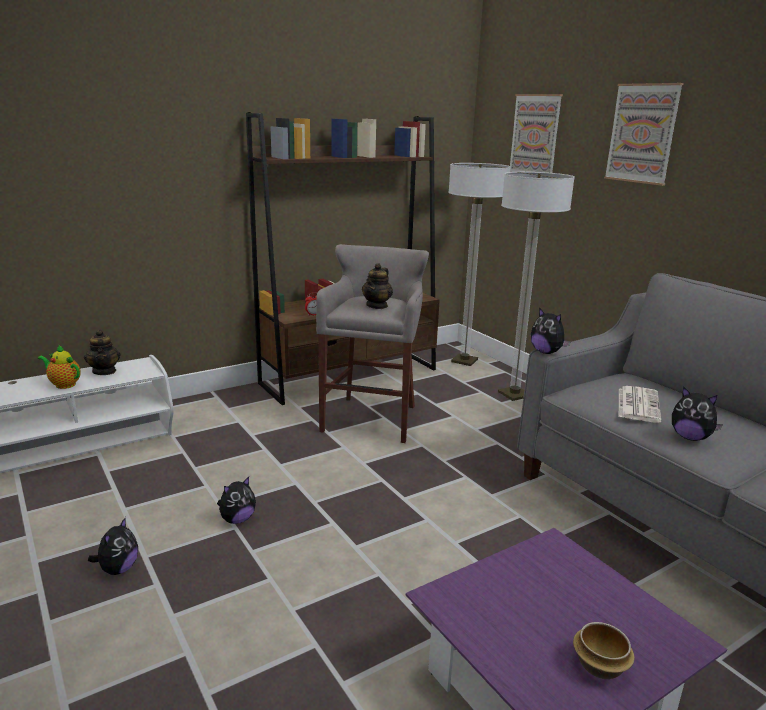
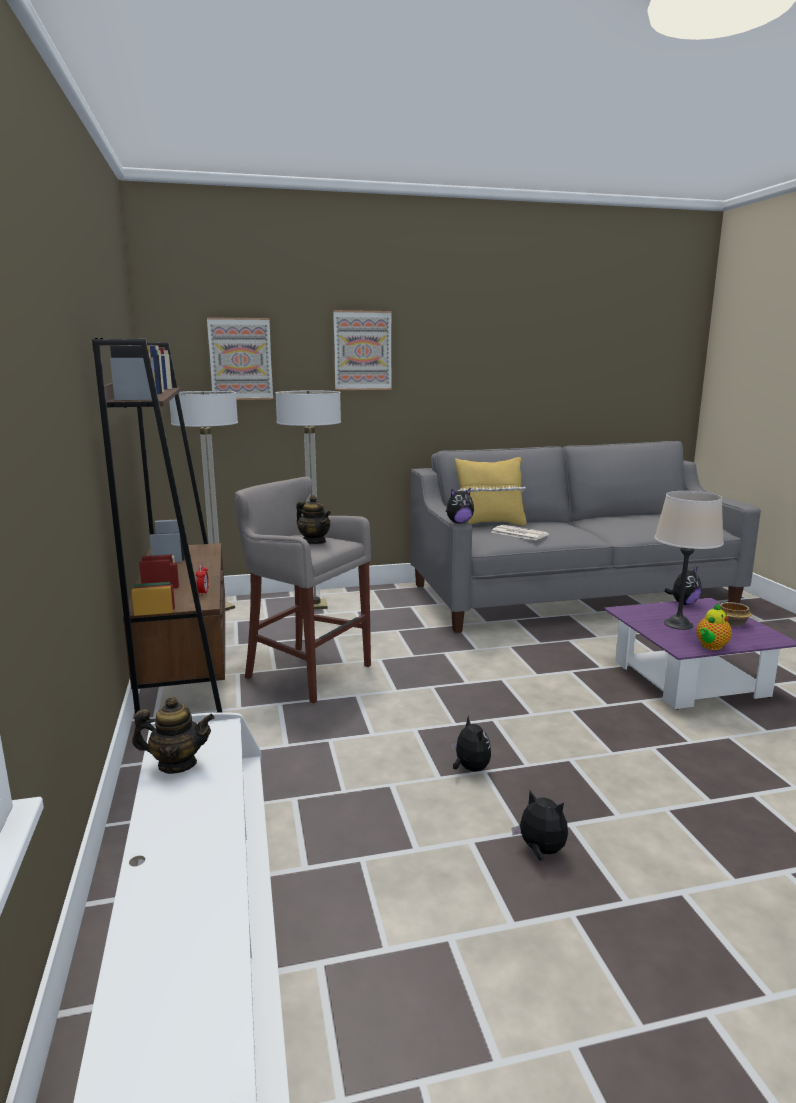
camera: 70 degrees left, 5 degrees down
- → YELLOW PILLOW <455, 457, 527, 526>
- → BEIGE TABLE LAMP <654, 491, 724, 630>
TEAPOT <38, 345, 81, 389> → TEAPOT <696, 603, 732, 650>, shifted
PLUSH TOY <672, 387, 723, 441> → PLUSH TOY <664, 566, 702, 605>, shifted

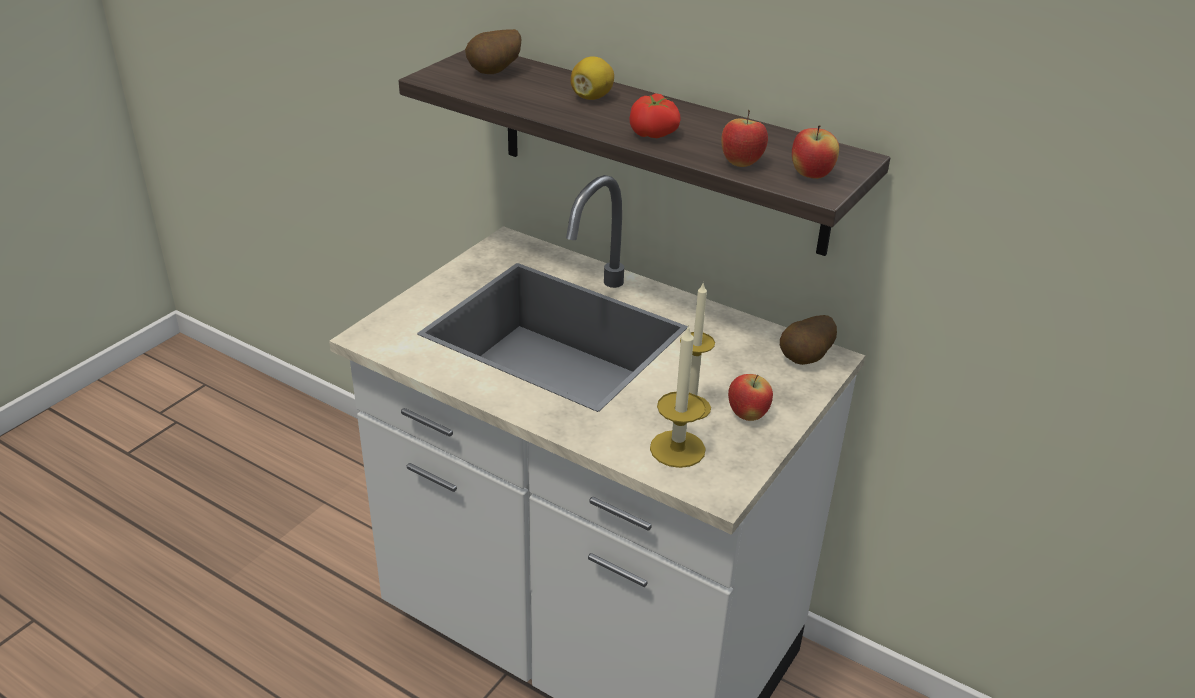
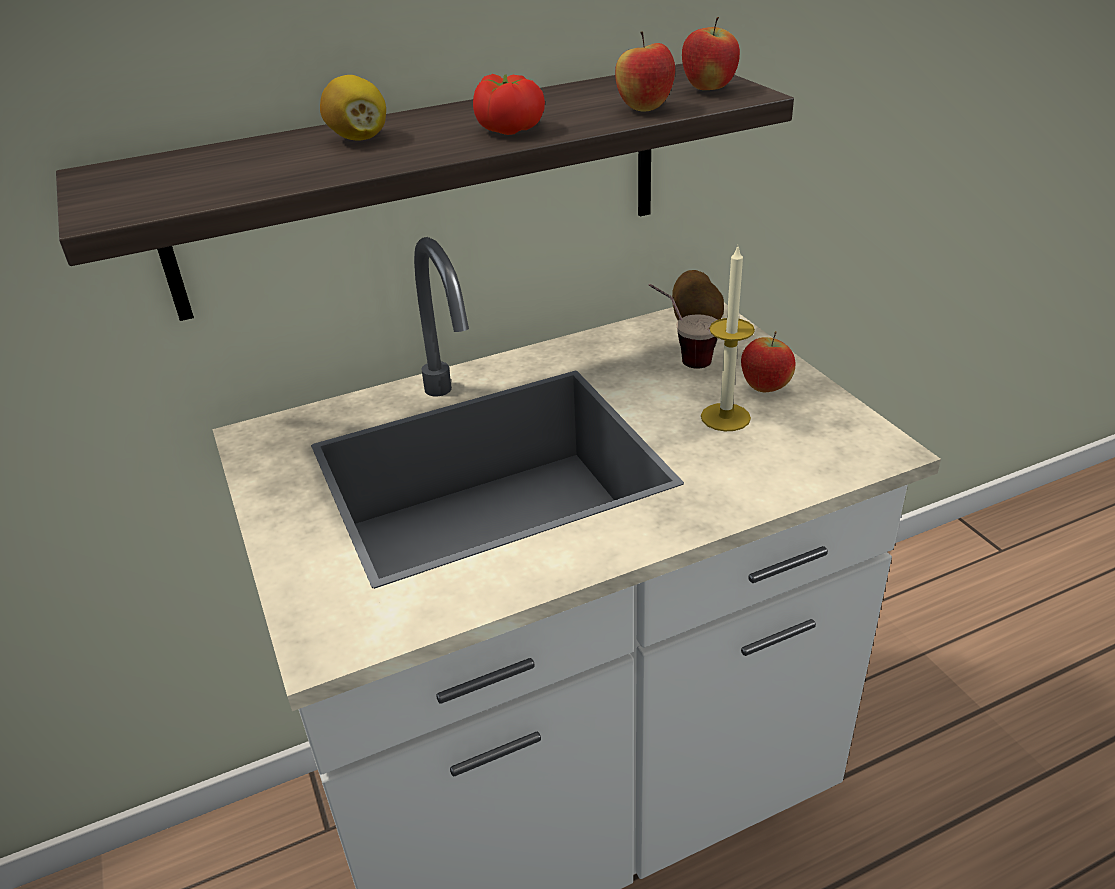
camera: 55 degrees left, 0 degrees up
POTATO <465, 29, 521, 74> → -
CANDLE <650, 325, 706, 468> → -
- → CUP <648, 283, 718, 369>

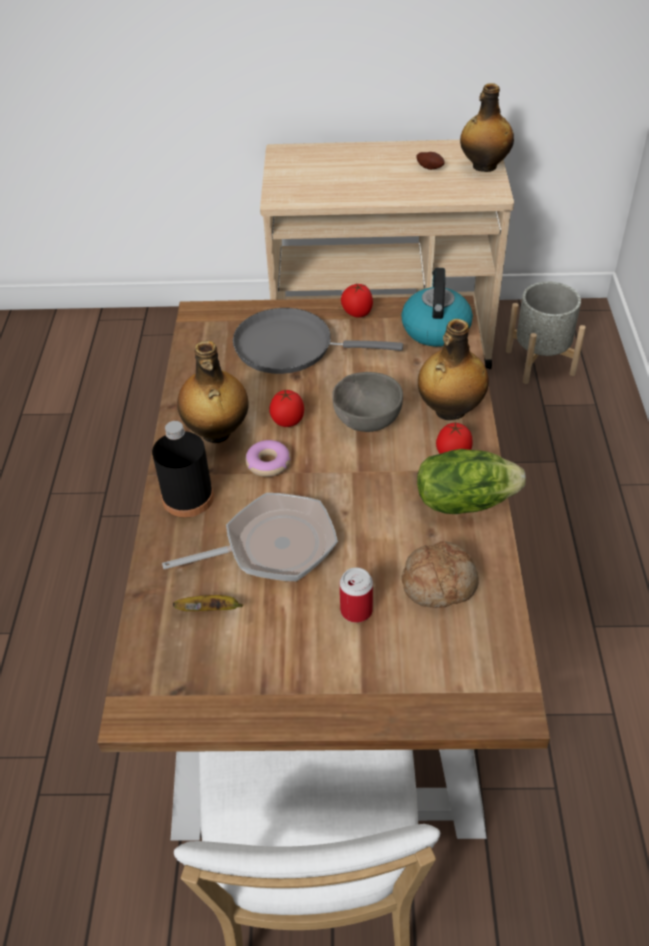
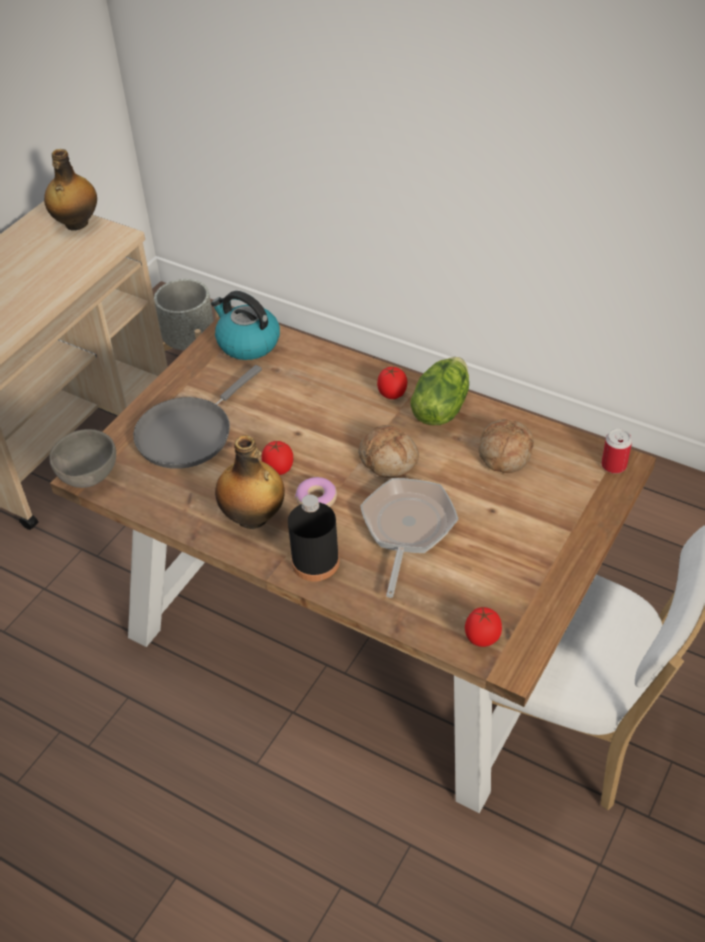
camera: 60 degrees left, 0 degrees up
BANANA <173, 595, 243, 611> → -
POTATO <416, 152, 445, 170> → -
BOTTLE <418, 319, 489, 420> → -
- → BREAD <358, 425, 419, 478>
GREY BOWL <332, 372, 403, 432> → GREY BOWL <49, 429, 116, 488>, shifted
CAN <340, 567, 373, 623> → CAN <601, 429, 632, 474>, shifted
TOMATO <341, 283, 373, 317> → TOMATO <465, 607, 502, 647>, shifted

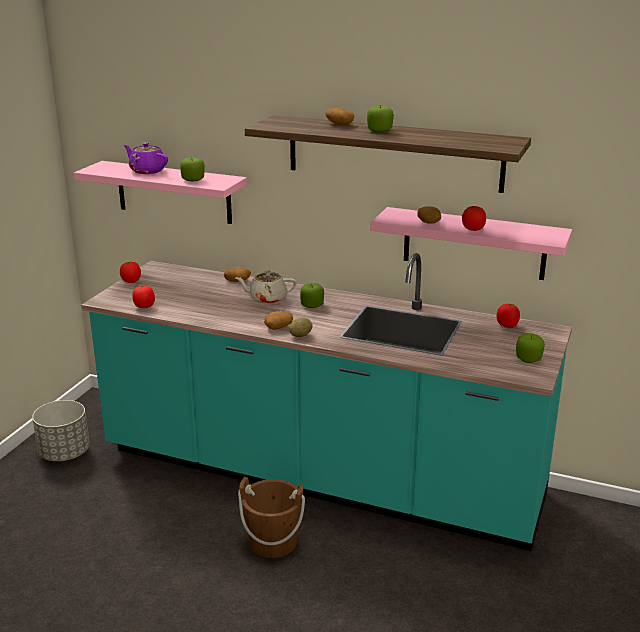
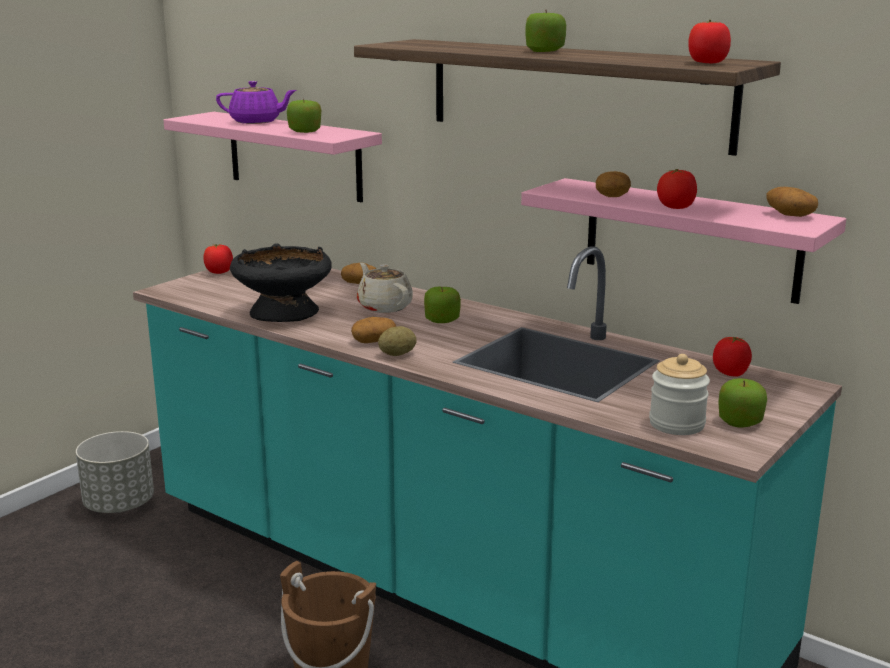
camera: 15 degrees right, 5 degrees down
- → BLACK BOWL <230, 243, 332, 322>
- → JAR <649, 354, 710, 435>
TOMATO <133, 285, 155, 308> → TOMATO <688, 20, 731, 63>, shifted
POTATO <326, 108, 354, 125> → POTATO <766, 187, 818, 217>, shifted
PURPLE TEAPOT <124, 142, 168, 174> → PURPLE TEAPOT <216, 81, 297, 124>, 135 degrees clockwise
BEIGE TEAPOT <236, 270, 297, 304> → BEIGE TEAPOT <357, 263, 413, 313>, 45 degrees clockwise

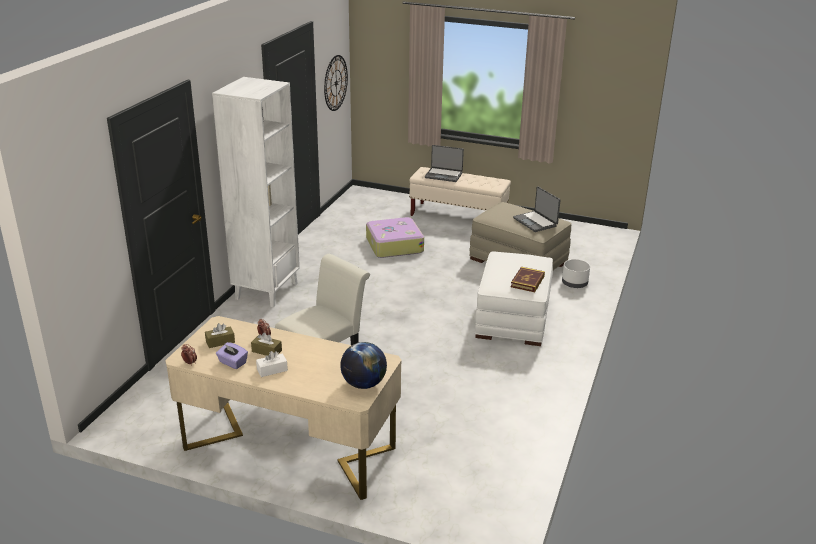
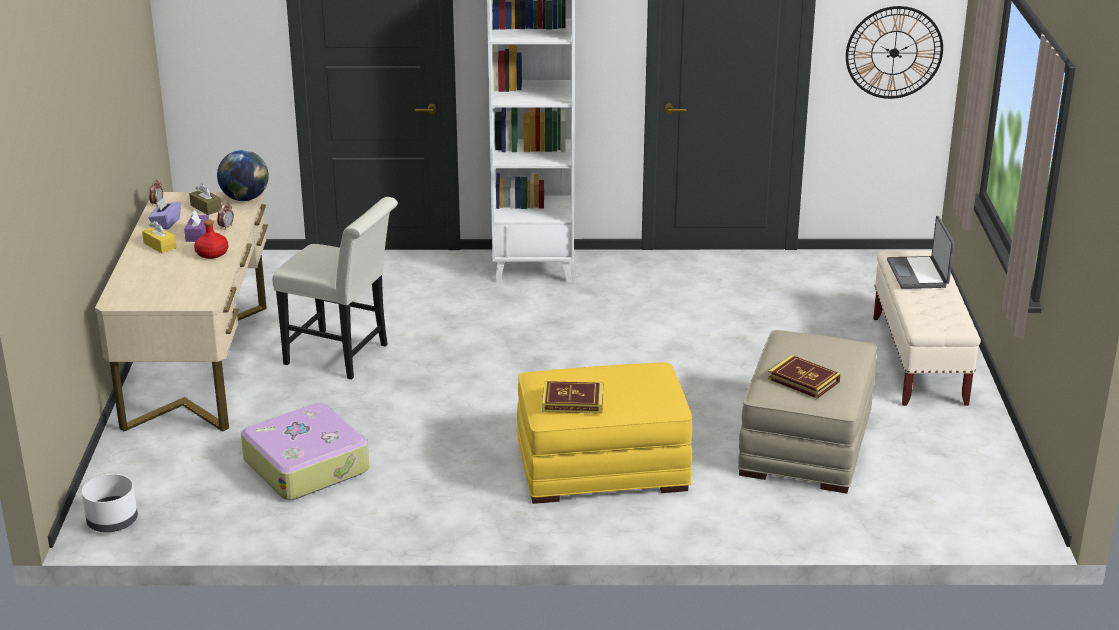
camera: 70 degrees right, 0 degrees up
- → RED BOTTLE <194, 219, 228, 259>
GLOBE <340, 342, 387, 389> → GLOBE <217, 150, 269, 201>, shifted
SUITCASE <366, 217, 424, 258> → SUITCASE <241, 403, 369, 500>, shifted
WHITE PLANTER <562, 259, 590, 288> → WHITE PLANTER <82, 474, 138, 532>, shifted
LAPTOP <513, 186, 560, 232> → BOOK <768, 355, 841, 399>
BROWN TISSUE BOX <251, 332, 282, 356> → PURPLE TISSUE BOX <184, 209, 209, 242>
WHITE TISSUE BOX <256, 351, 288, 377> → YELLOW TISSUE BOX <142, 221, 177, 253>
WHITE OTTOMAN <475, 252, 553, 346> → YELLOW OTTOMAN <517, 362, 692, 504>

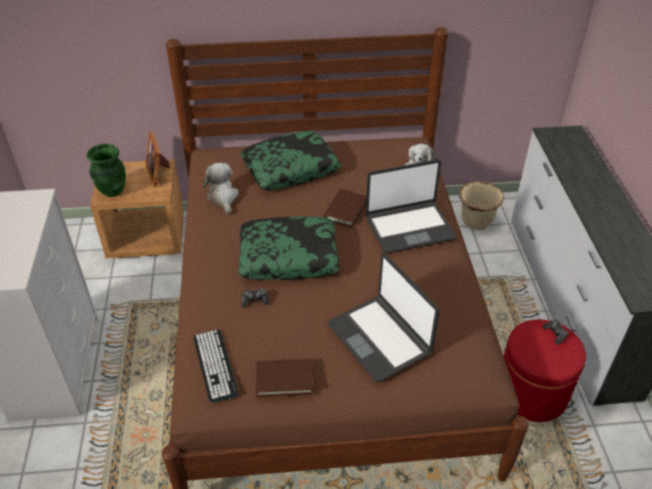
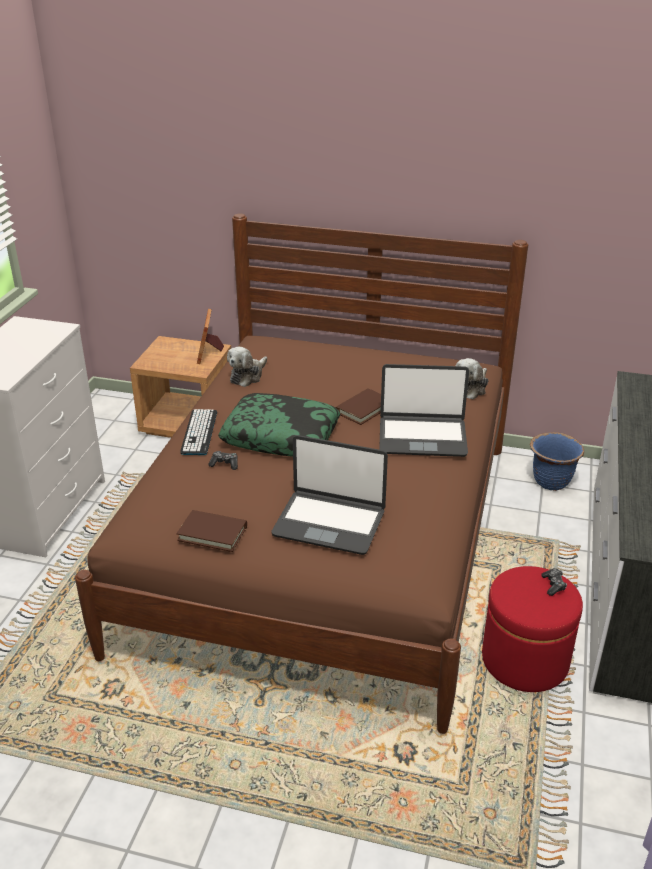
camera: 20 degrees right, 10 degrees down
GREEN VASE <86, 144, 126, 197> → -
PILLOW <241, 131, 341, 190> → -
KEYBOARD <194, 329, 238, 402> → KEYBOARD <180, 409, 217, 455>, shifted
BEIGE PLANTER <459, 181, 504, 230> → BLUE PLANTER <530, 432, 584, 491>
PLUSH TOY <203, 163, 239, 214> → PLUSH TOY <227, 347, 267, 387>, 150 degrees counterclockwise
LAPTOP <328, 254, 439, 382> → LAPTOP <272, 435, 388, 555>, 60 degrees counterclockwise

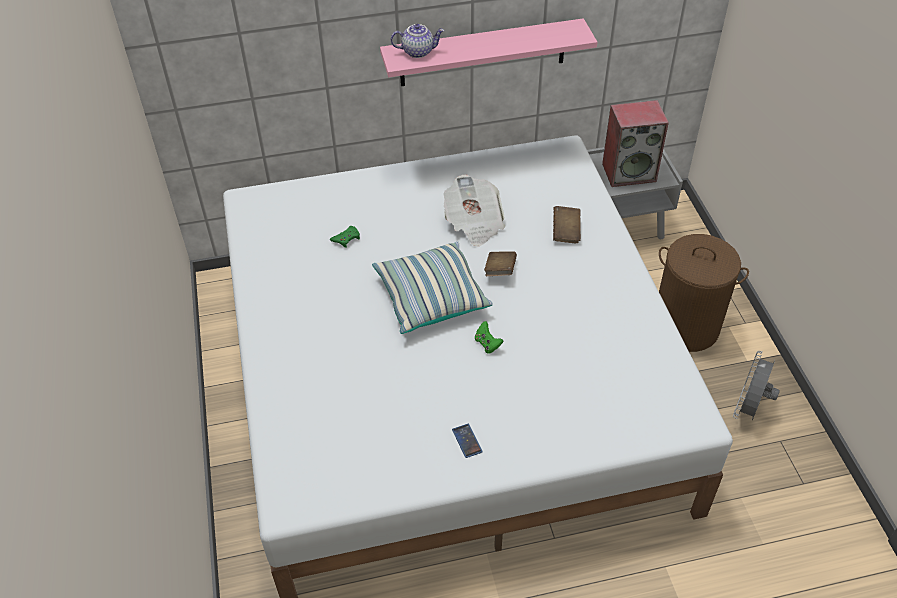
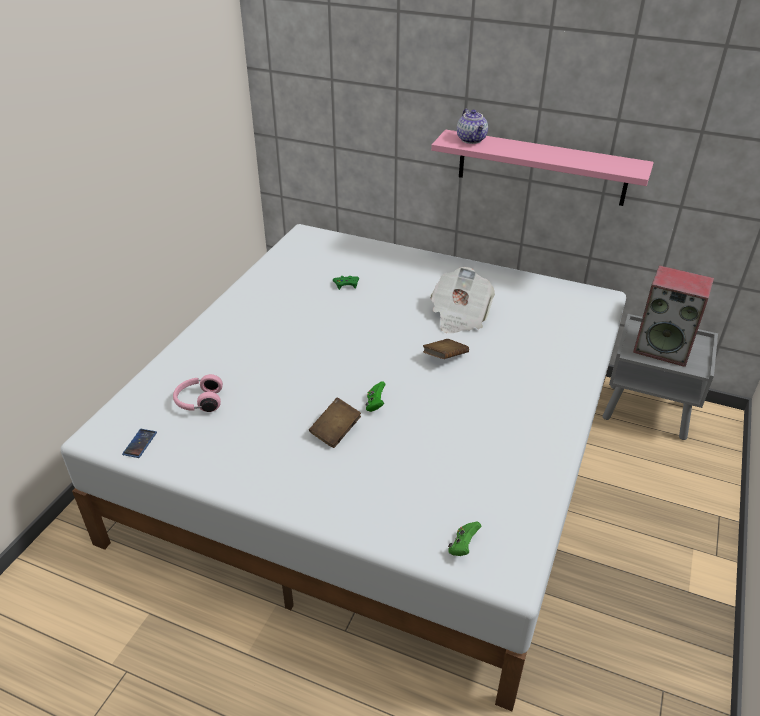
camera: 35 degrees right, 10 degrees down
PILLOW <372, 241, 493, 334> → -
BROWN LAUNDRY BASKET <659, 234, 749, 352> → -
GREY FAN <733, 351, 780, 420> → -
- → PINK HEADPHONES <173, 374, 223, 412>
- → GREEN GAME CONTROLLER <448, 521, 482, 556>
PHONE <452, 424, 483, 458> → PHONE <122, 429, 157, 458>, shifted
BROWN BOOK <553, 206, 581, 243> → BROWN BOOK <309, 398, 361, 448>, shifted
TEAPOT <391, 24, 445, 58> → TEAPOT <457, 109, 488, 144>, 45 degrees clockwise

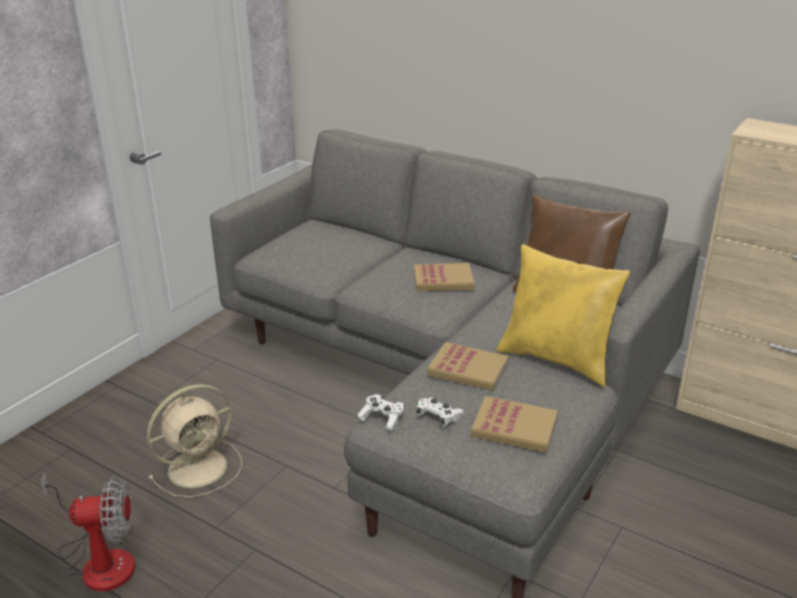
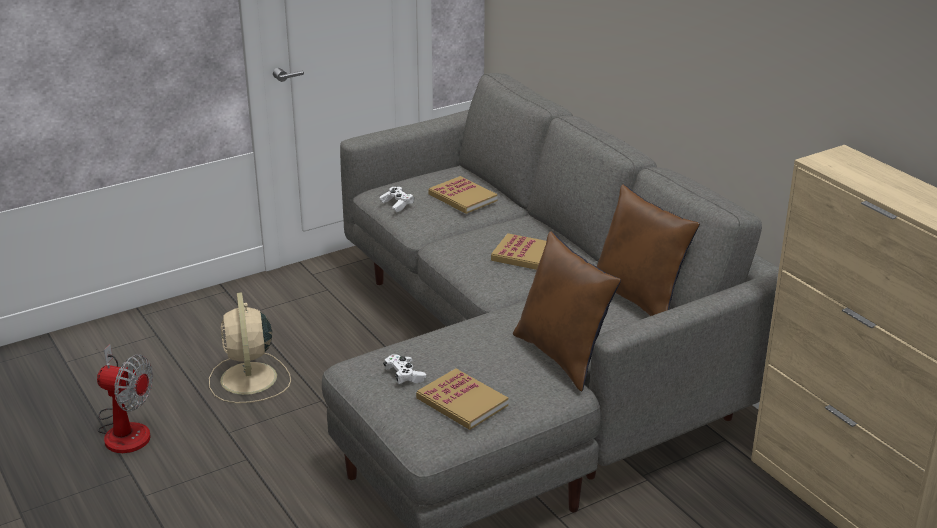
camera: 25 degrees right, 0 degrees up
WHITE GAME CONTROLLER <358, 394, 405, 431> → WHITE GAME CONTROLLER <379, 187, 414, 212>, shifted
BOOK <427, 342, 509, 391> → BOOK <428, 176, 498, 214>, shifted
YELLOW PILLOW <496, 244, 630, 386> → BROWN PILLOW <513, 231, 621, 391>
BEIGE FAN <147, 384, 242, 497> → BEIGE FAN <209, 292, 291, 403>, 90 degrees clockwise

